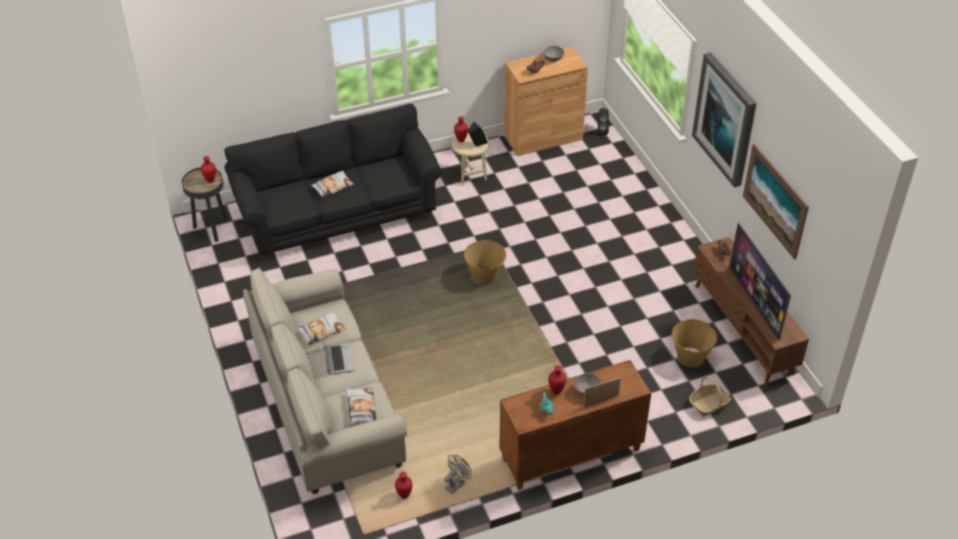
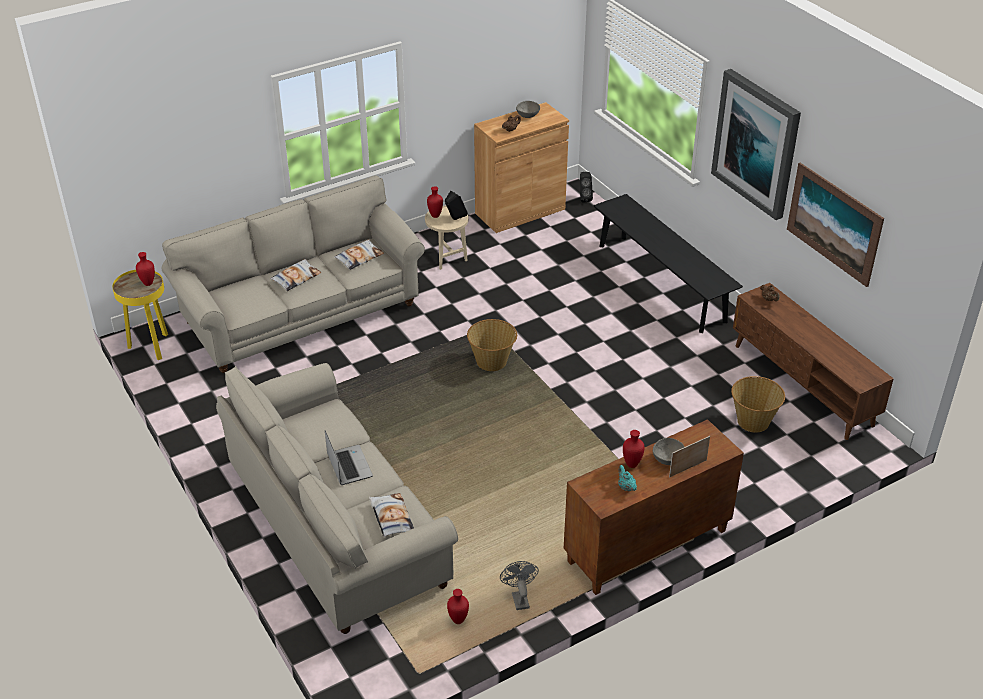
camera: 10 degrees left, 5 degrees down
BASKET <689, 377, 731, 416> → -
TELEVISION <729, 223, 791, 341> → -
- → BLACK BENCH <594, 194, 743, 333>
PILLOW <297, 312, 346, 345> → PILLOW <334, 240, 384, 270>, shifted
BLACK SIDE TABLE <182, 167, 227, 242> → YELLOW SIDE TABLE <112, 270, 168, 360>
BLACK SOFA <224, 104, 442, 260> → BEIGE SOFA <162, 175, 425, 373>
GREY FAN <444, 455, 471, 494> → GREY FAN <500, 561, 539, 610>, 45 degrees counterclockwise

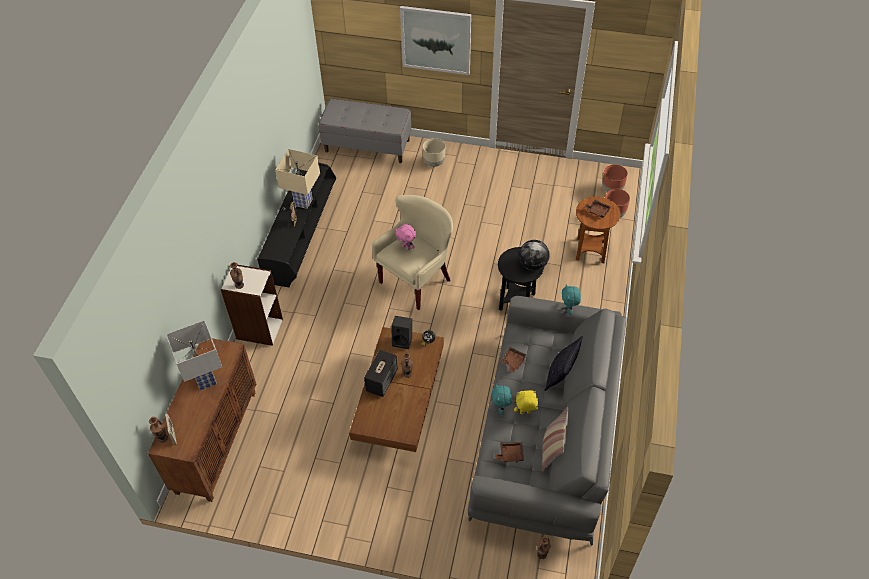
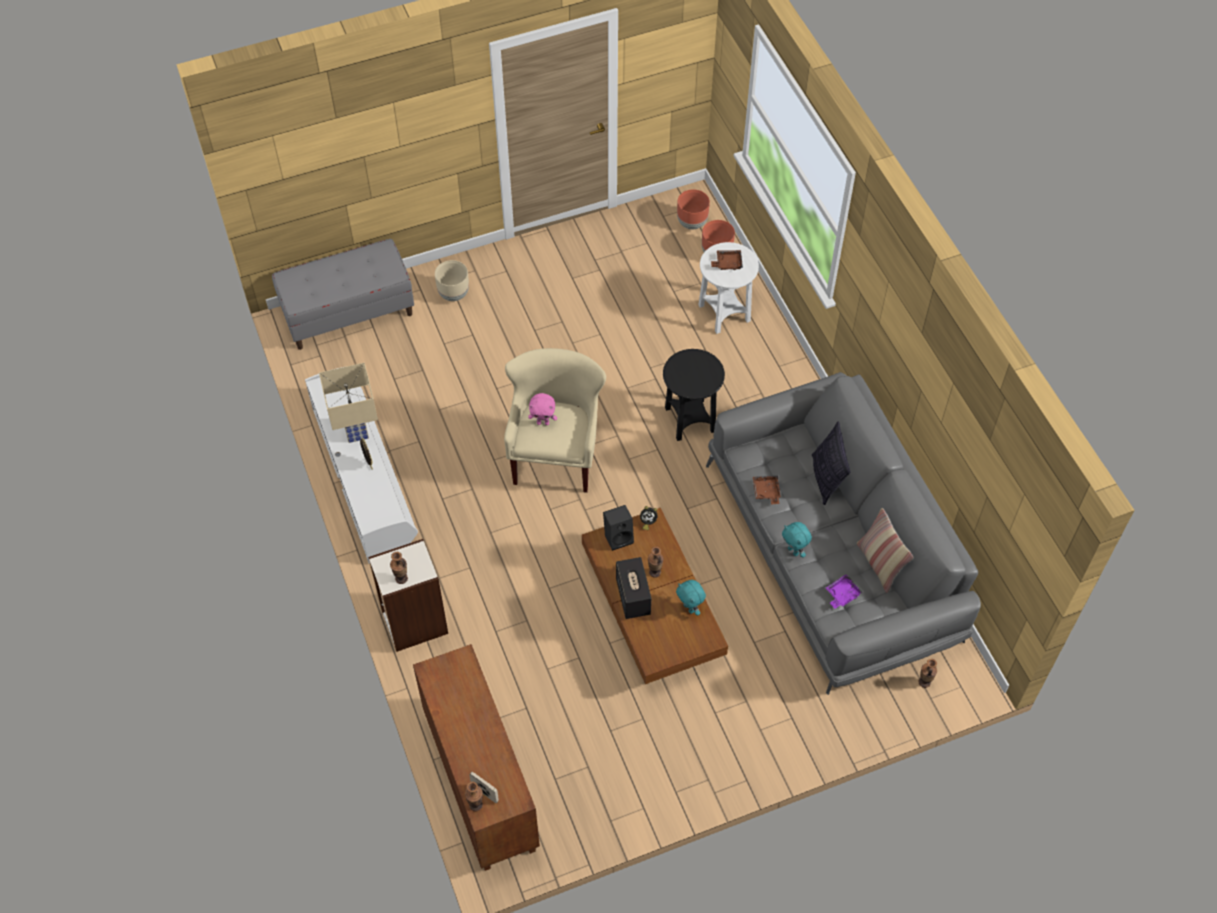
camera: 35 degrees left, 5 degrees up
WHITE TABLE LAMP <166, 320, 222, 391> → -
PICTURE <400, 6, 471, 75> → -
YELLOW PLUSH TOY <514, 390, 538, 414> → -
GLOBE <519, 240, 550, 270> → -
TURQUOISE PLUSH TOY <562, 284, 581, 314> → TURQUOISE PLUSH TOY <676, 580, 706, 616>, shifted
BLACK TV STAND <257, 163, 336, 287> → WHITE TV STAND <305, 367, 418, 564>
BROWN TRAY <495, 442, 524, 462> → PURPLE TRAY <826, 574, 862, 609>
BROWN SIDE TABLE <576, 197, 621, 263> → WHITE SIDE TABLE <698, 242, 759, 334>

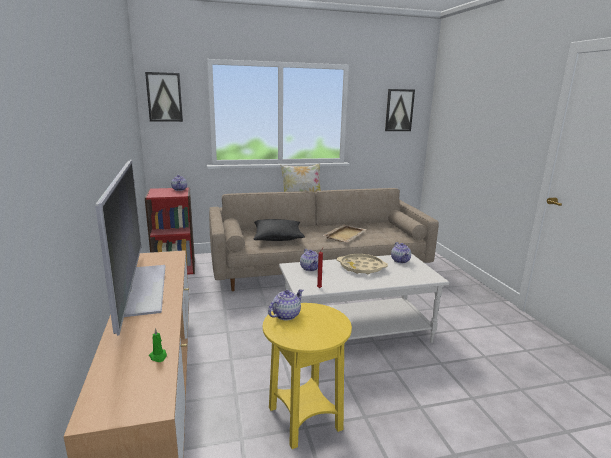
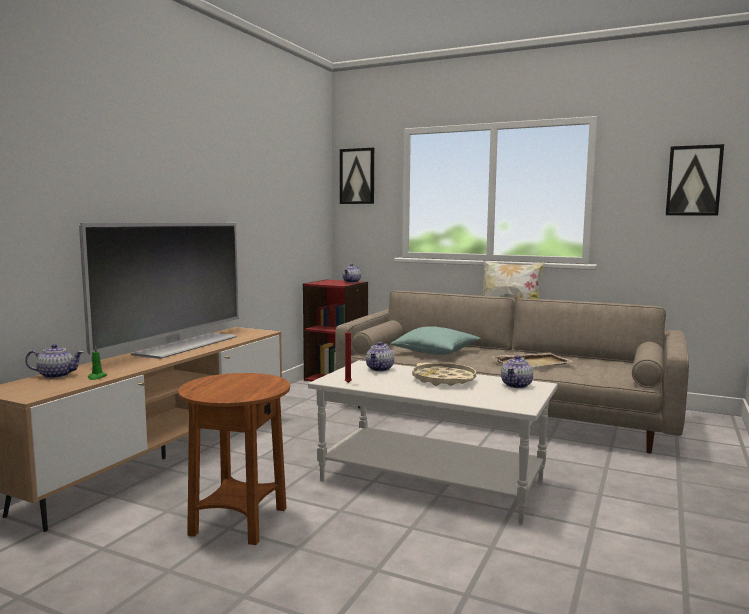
camera: 40 degrees right, 10 degrees down
TEAPOT <268, 289, 303, 320> → TEAPOT <25, 344, 83, 379>, shifted
BLACK PILLOW <253, 219, 305, 241> → TURQUOISE PILLOW <391, 326, 481, 355>
YELLOW SIDE TABLE <263, 303, 352, 449> → BROWN SIDE TABLE <178, 373, 290, 545>

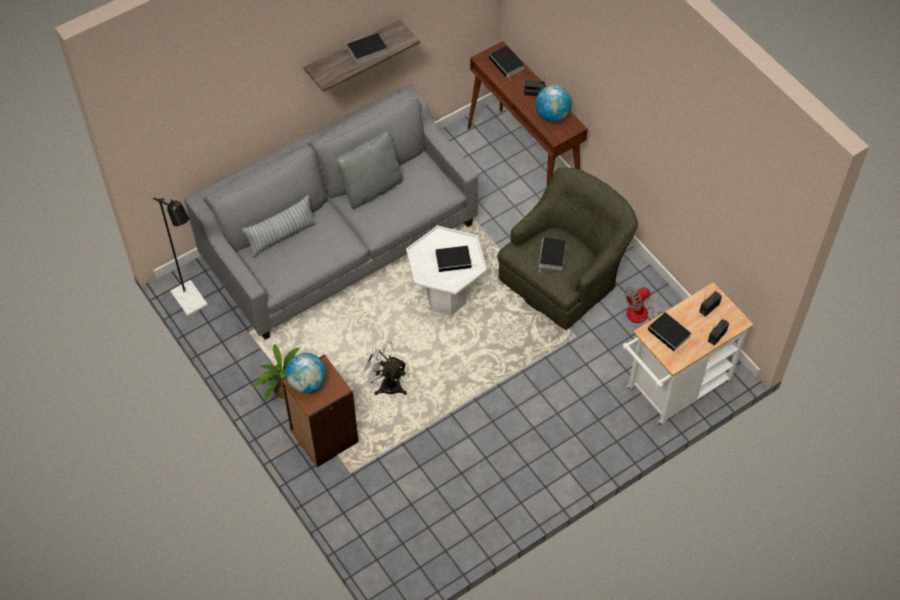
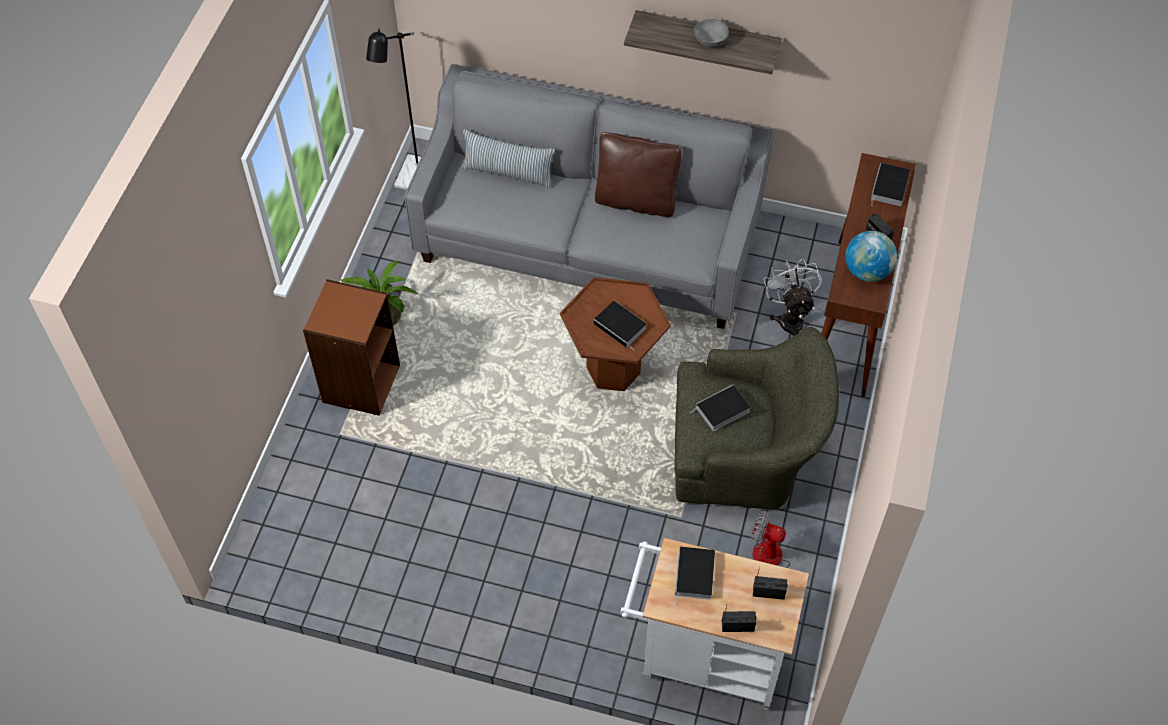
camera: 50 degrees right, 0 degrees up
GLOBE <285, 353, 326, 394> → -
WHITE FAN <359, 337, 408, 395> → WHITE FAN <763, 258, 822, 336>, shifted
BOOK <342, 33, 387, 63> → GREY BOWL <694, 19, 729, 47>
GREY PILLOW <336, 132, 403, 209> → BROWN PILLOW <595, 132, 682, 217>
WHITE SIDE TABLE <406, 225, 487, 315> → BROWN SIDE TABLE <560, 277, 671, 391>

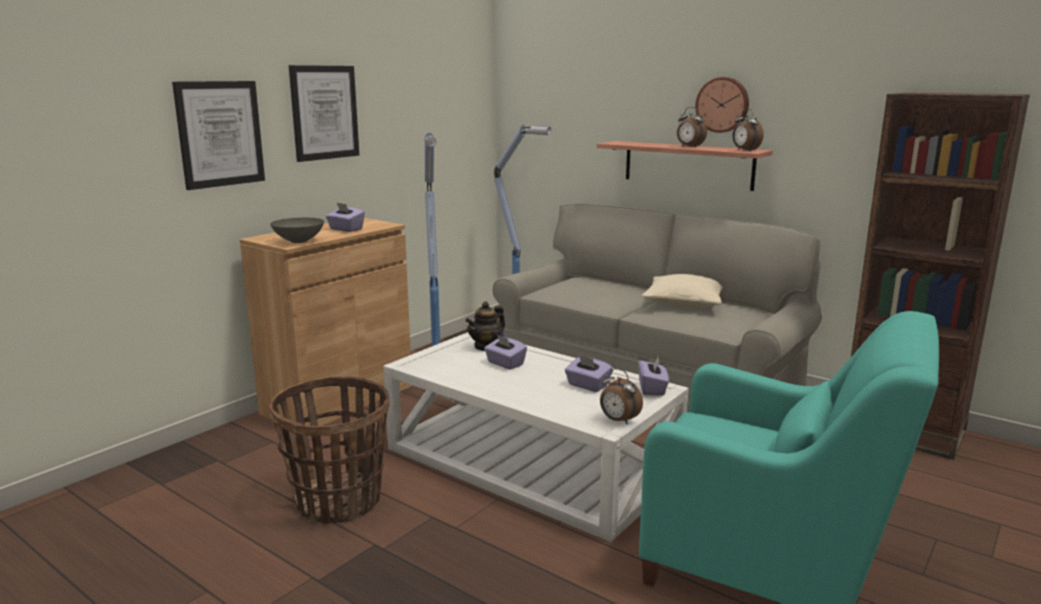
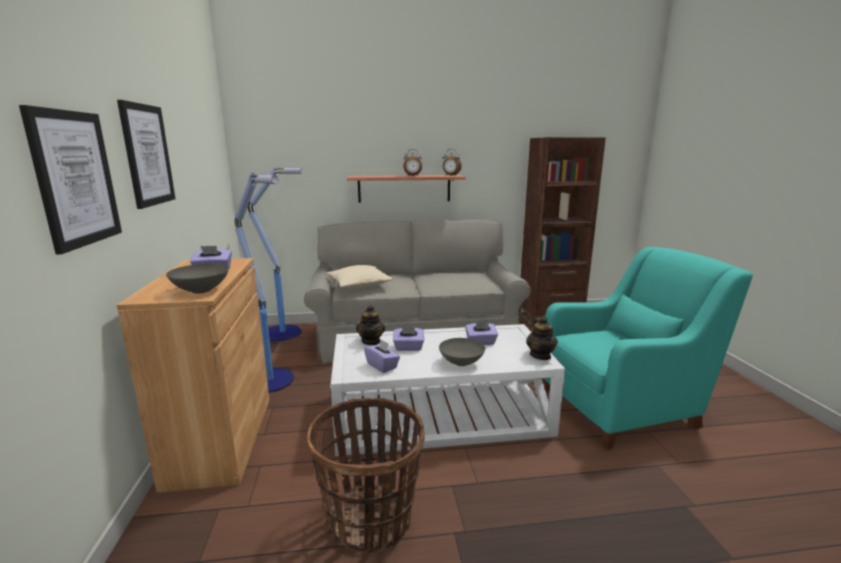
camera: 45 degrees left, 0 degrees up
WALL CLOCK <695, 77, 749, 133> → -
- → GREY BOWL <439, 338, 485, 366>
PURPLE TISSUE BOX <638, 357, 669, 396> → PURPLE TISSUE BOX <364, 340, 400, 373>, shifted
BEIGE PILLOW <642, 274, 723, 308> → BEIGE PILLOW <327, 265, 393, 289>, shifted
ALARM CLOCK <600, 368, 643, 424> → TEAPOT <526, 317, 558, 360>

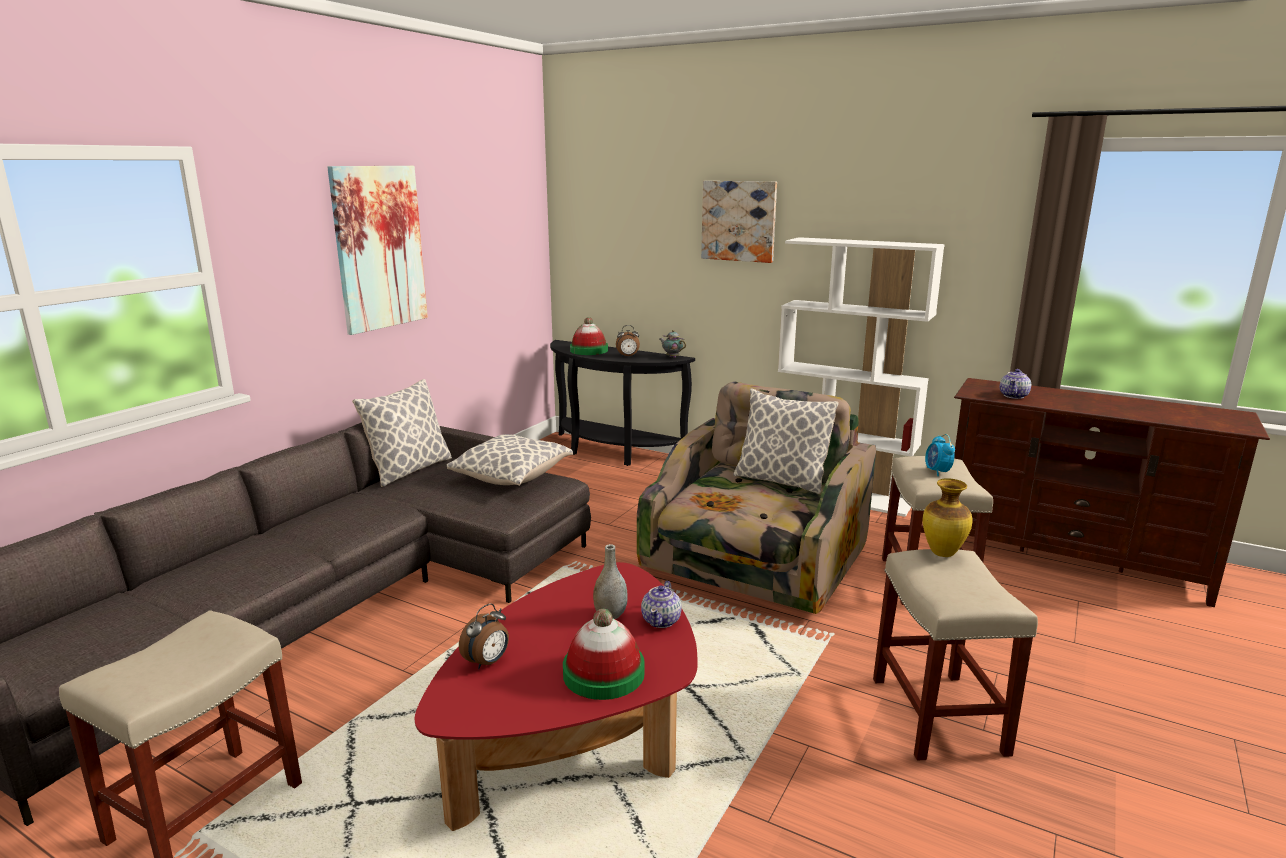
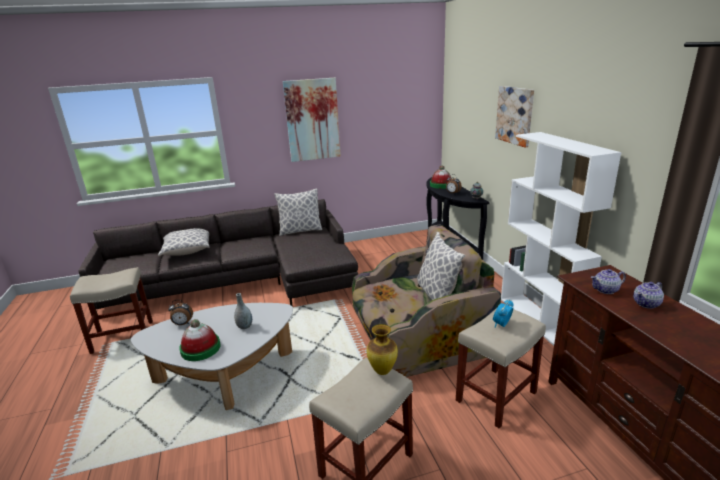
camera: 45 degrees right, 5 degrees up
PILLOW <447, 434, 573, 486> → PILLOW <158, 228, 209, 257>, shifted
TEAPOT <641, 581, 682, 628> → TEAPOT <633, 282, 664, 309>, shifted
RED COFFEE TABLE <415, 562, 698, 831> → WHITE COFFEE TABLE <131, 303, 293, 410>

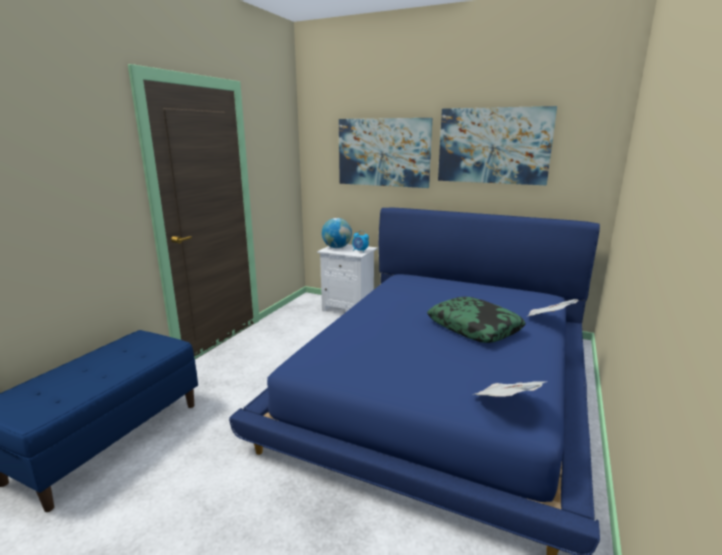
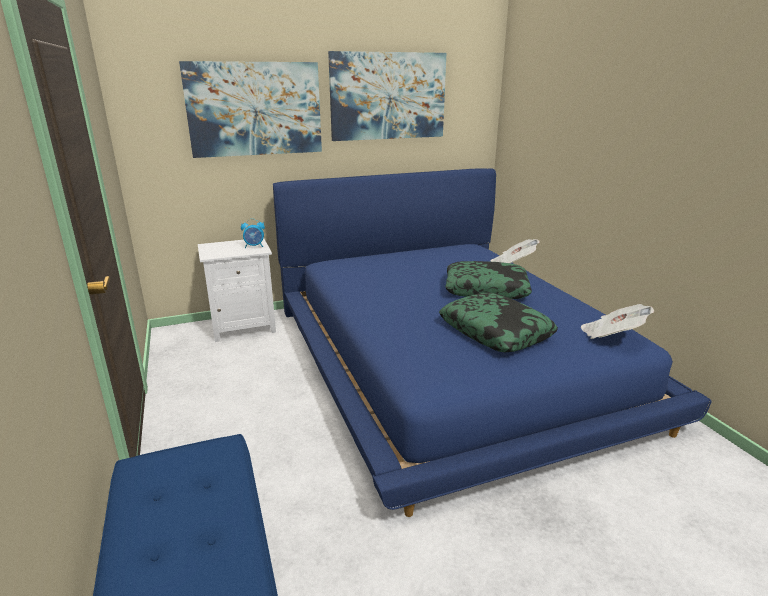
camera: 45 degrees left, 5 degrees up
GLOBE <322, 218, 352, 248> → -
- → PILLOW <439, 293, 558, 352>

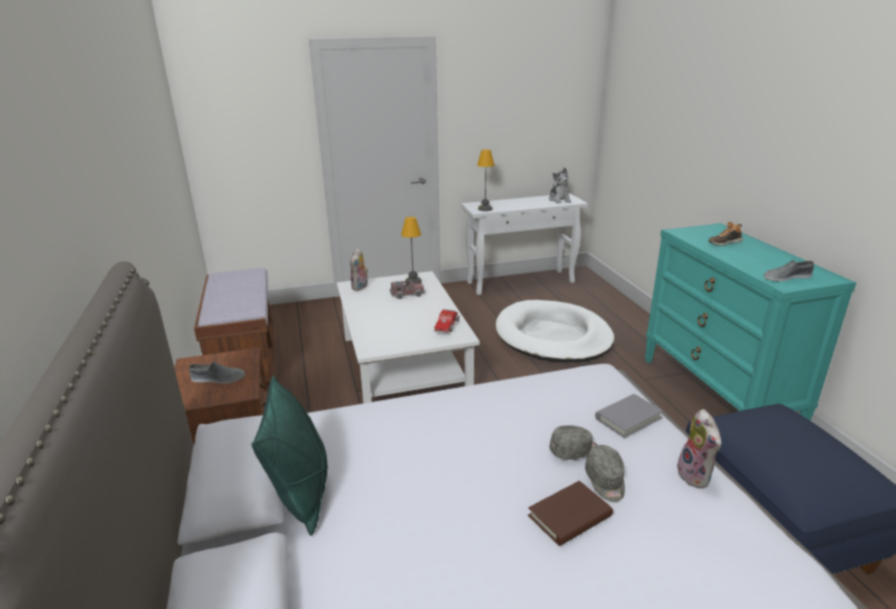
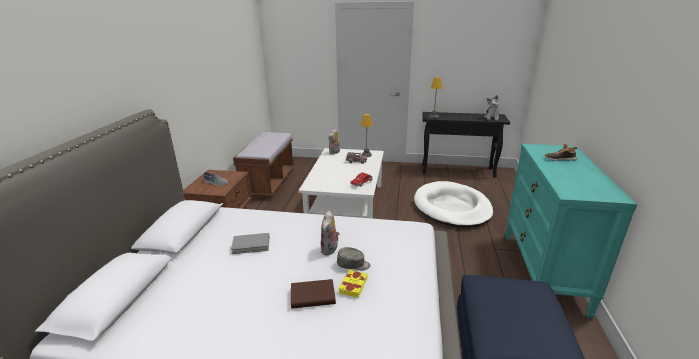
camera: 25 degrees right, 0 degrees up
GREEN PILLOW <251, 375, 328, 536> → -
GREY SHOE <764, 260, 814, 282> → -
GREY BOOK <595, 394, 663, 438> → GREY BOOK <231, 233, 269, 254>, shifted
PLUSH TOY <674, 409, 722, 488> → PLUSH TOY <321, 211, 340, 256>, shifted
GREY CAP <585, 445, 625, 502> → YELLOW BOOK <339, 269, 368, 298>
WHITE CONSOLE TABLE <461, 193, 588, 295> → BLACK CONSOLE TABLE <422, 112, 510, 177>

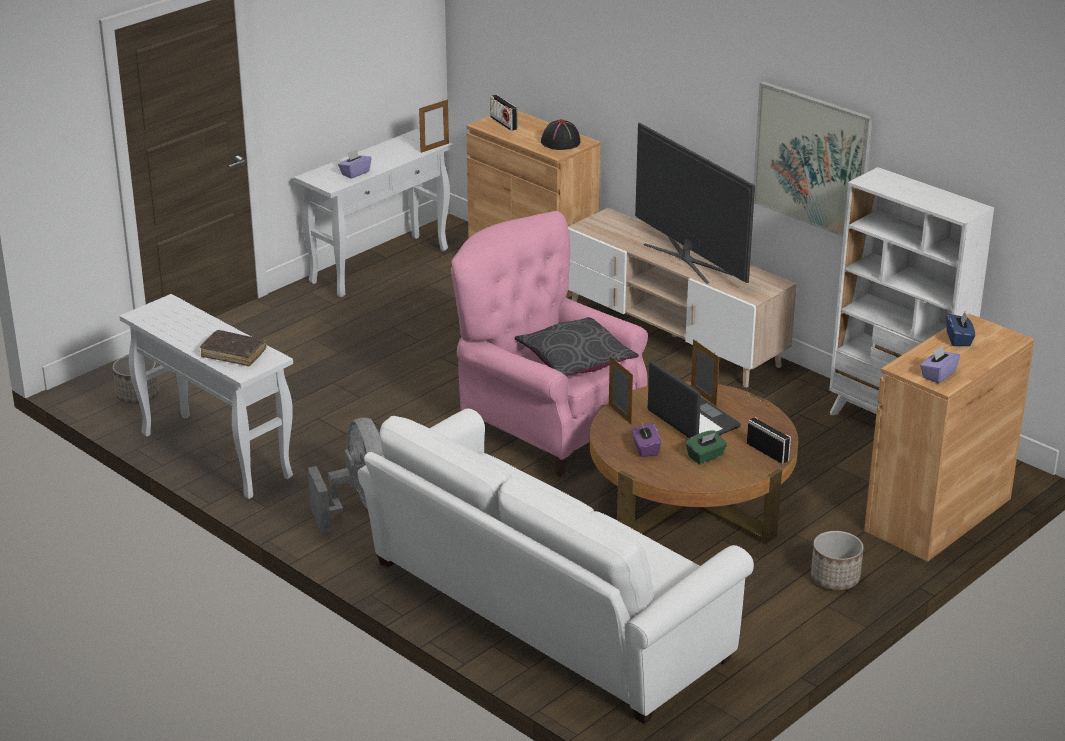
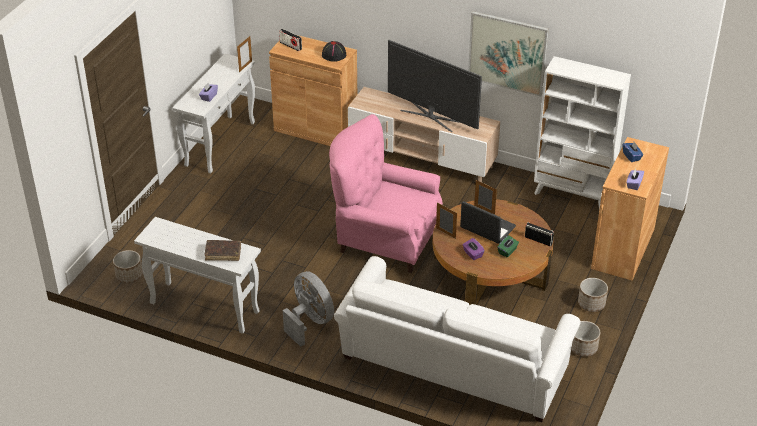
camera: 20 degrees left, 10 degrees up
GREY PILLOW <515, 317, 639, 376> → -
- → PLANTER <571, 321, 600, 357>

